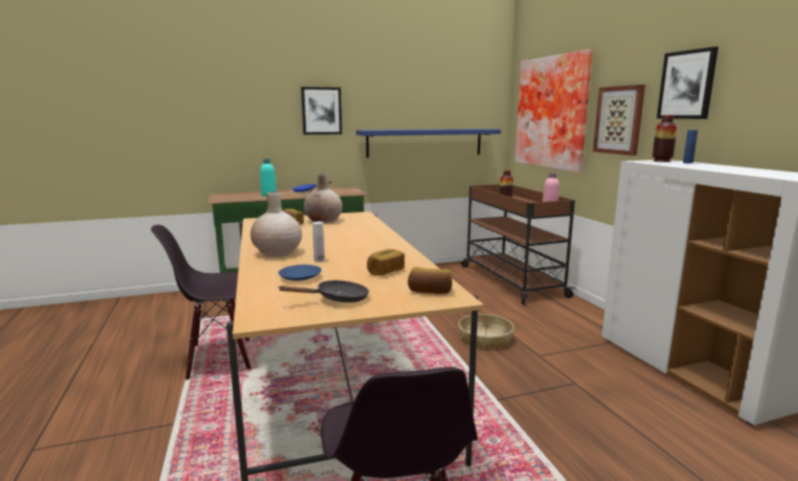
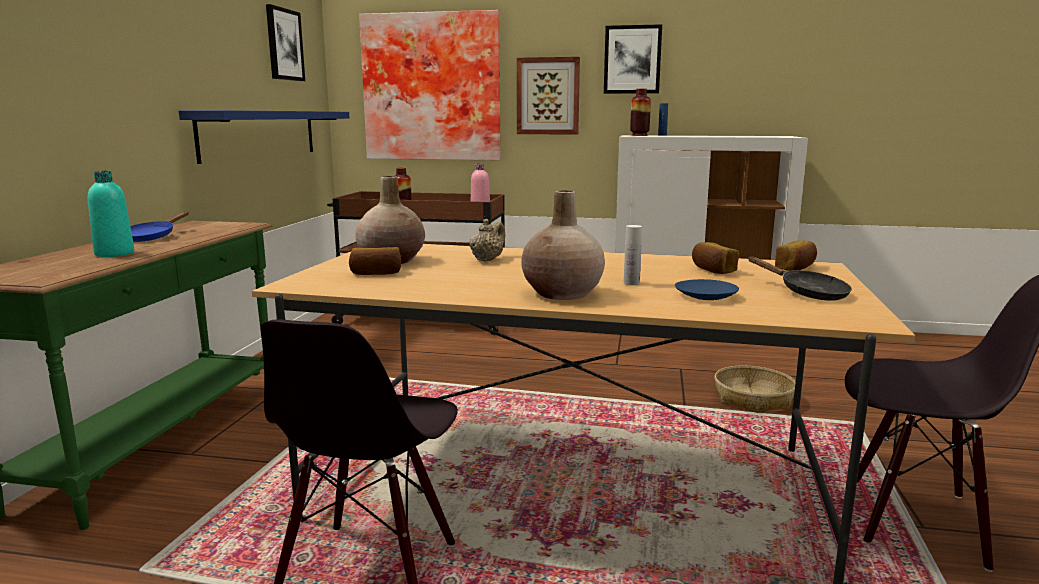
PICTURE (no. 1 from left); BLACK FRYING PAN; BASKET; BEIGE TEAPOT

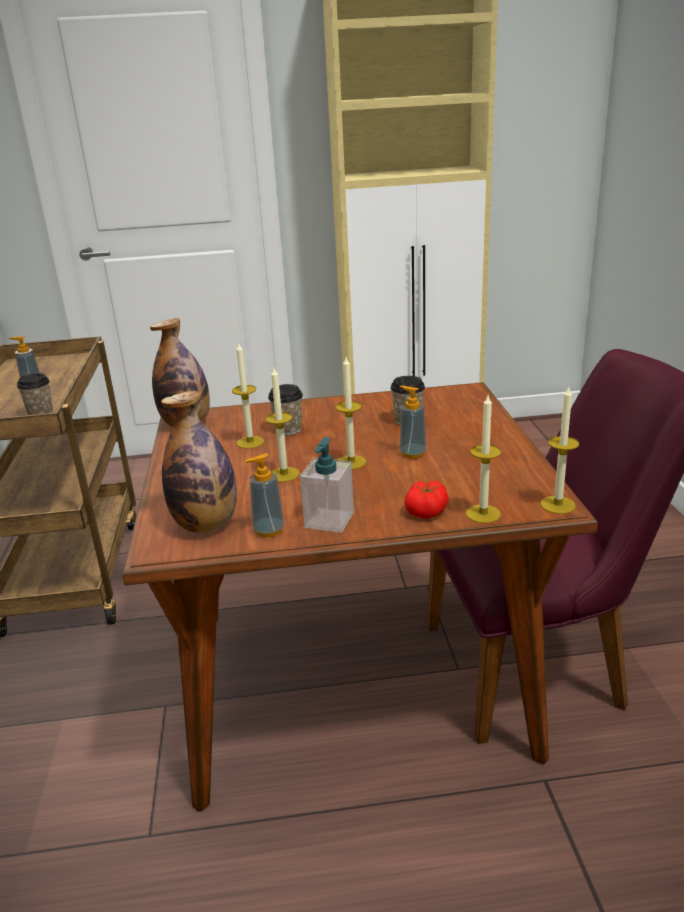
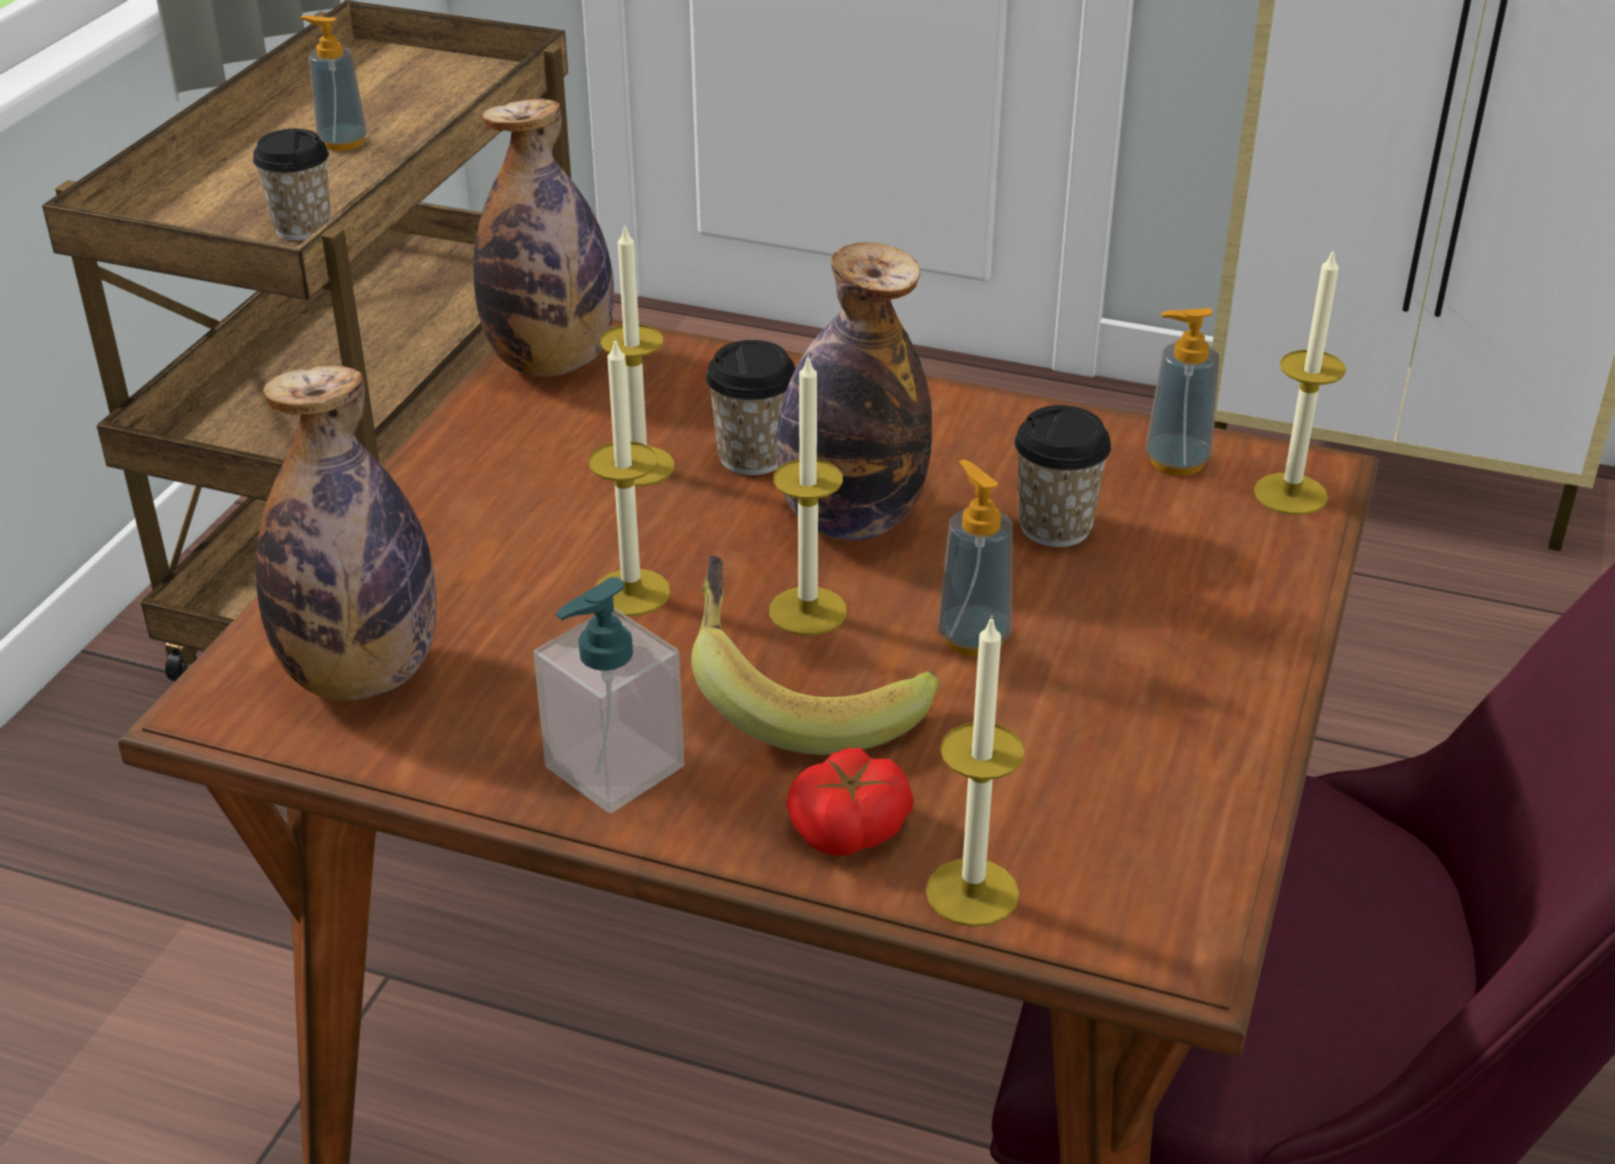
CANDLE (no. 5 from left); SOAP DISPENSER (no. 4 from left); BOTTLE (no. 3 from left); BANANA

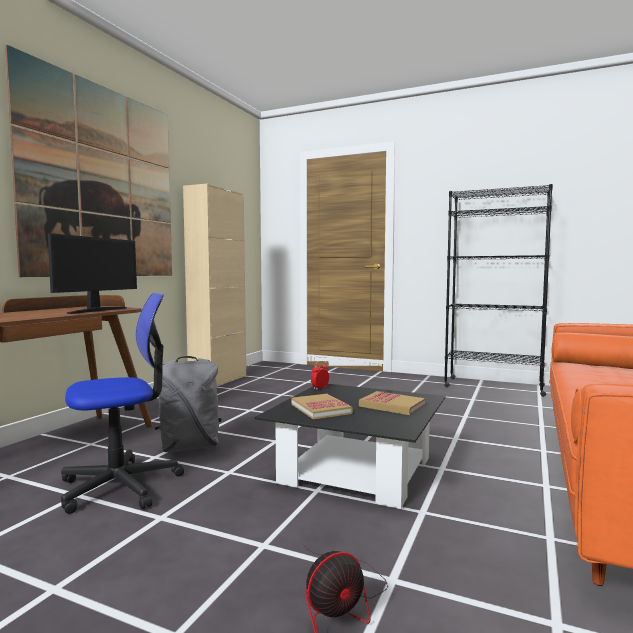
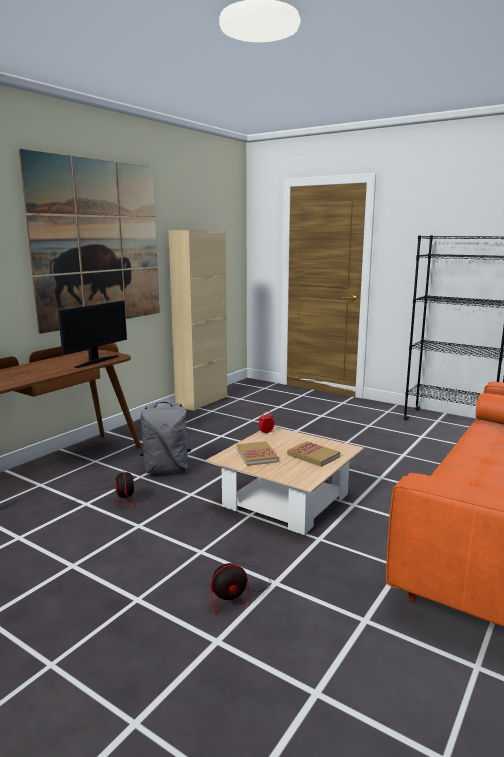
FAN (no. 1 from left); BEIGE COFFEE TABLE

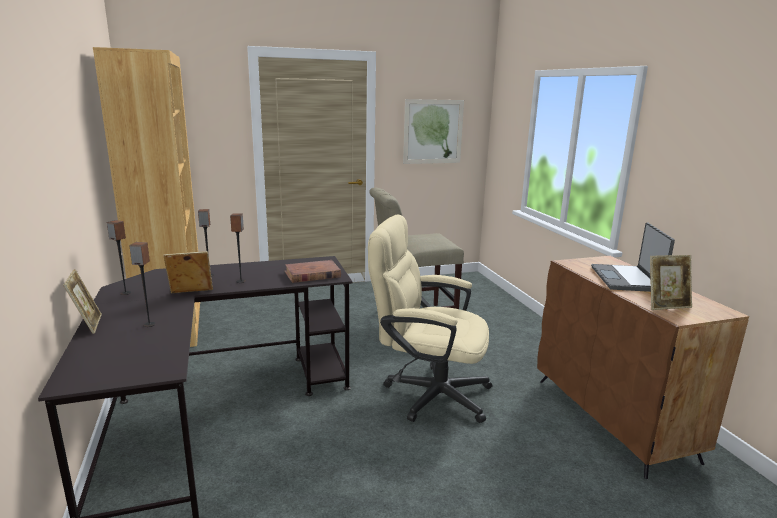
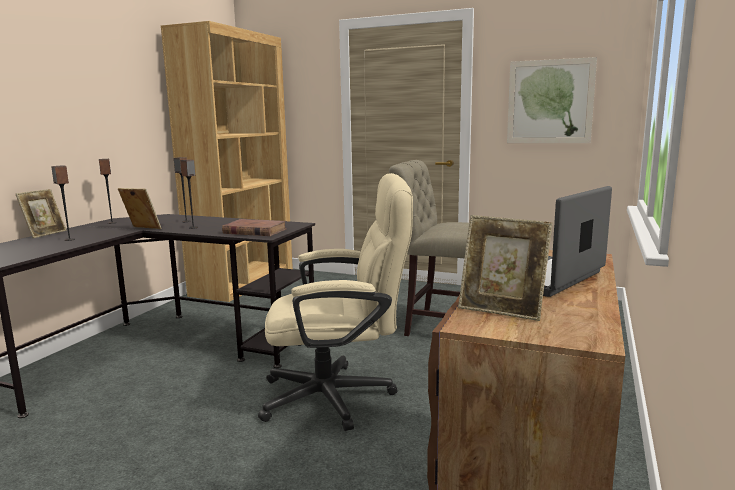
BEIGE OFFICE CHAIR

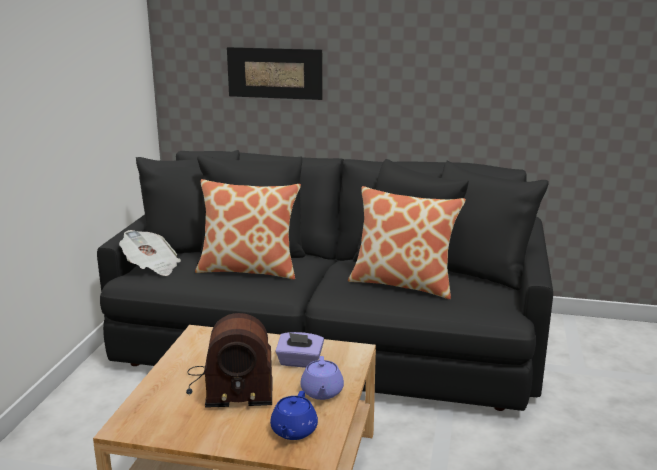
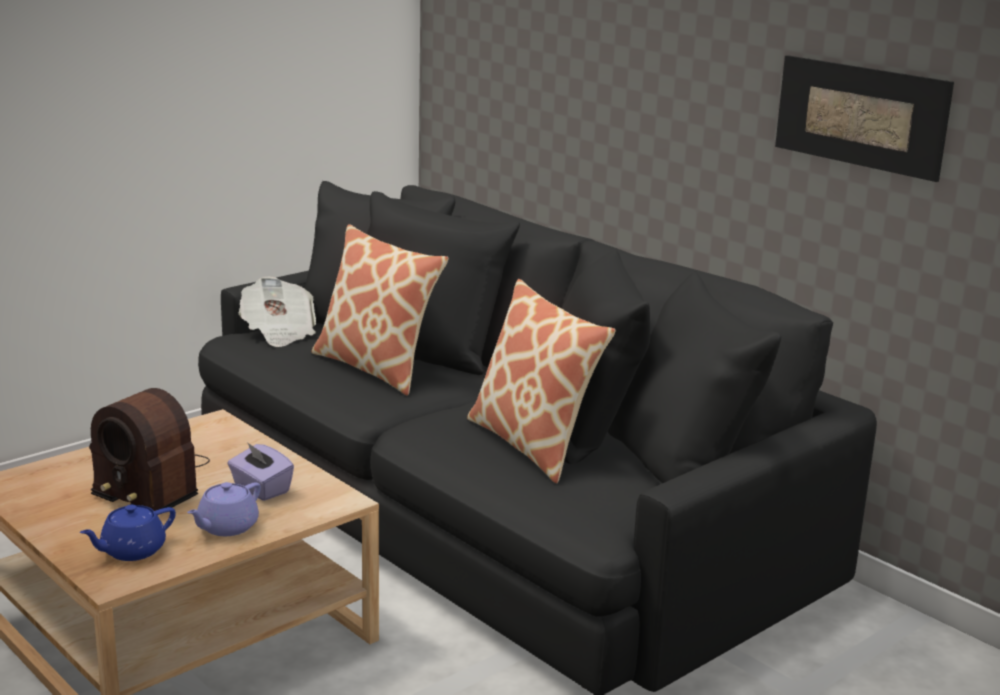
PICTURE

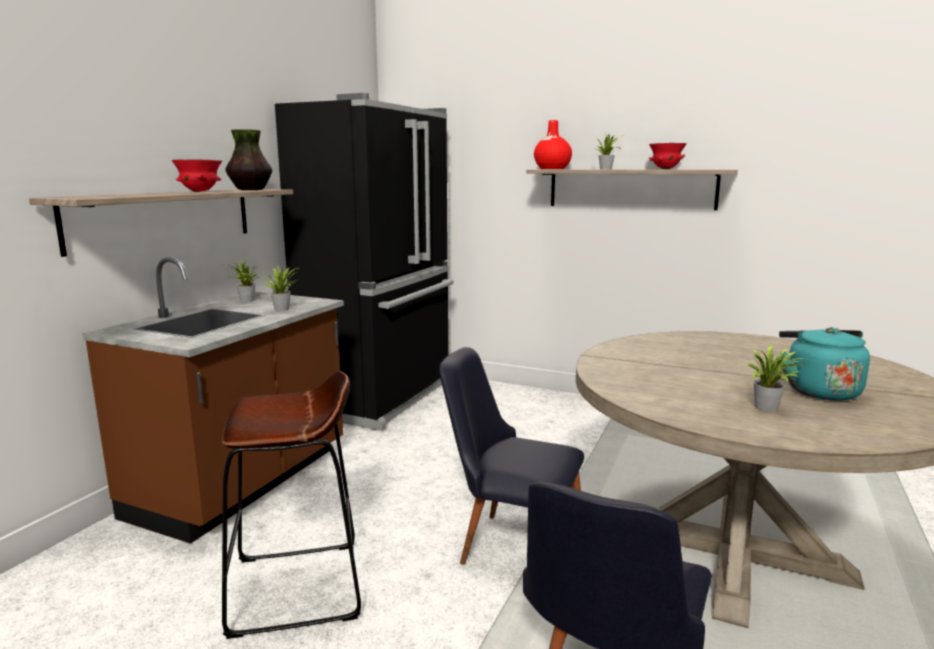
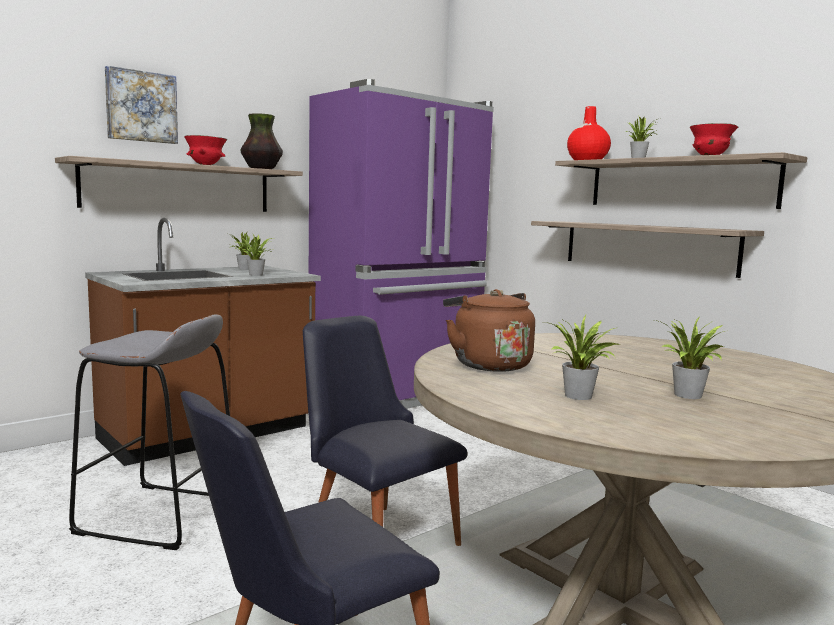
PURPLE FRIDGE; POTTED PLANT (no. 5 from left); GREY STOOL; PICTURE; SHELF (no. 2 from left); BROWN KETTLE

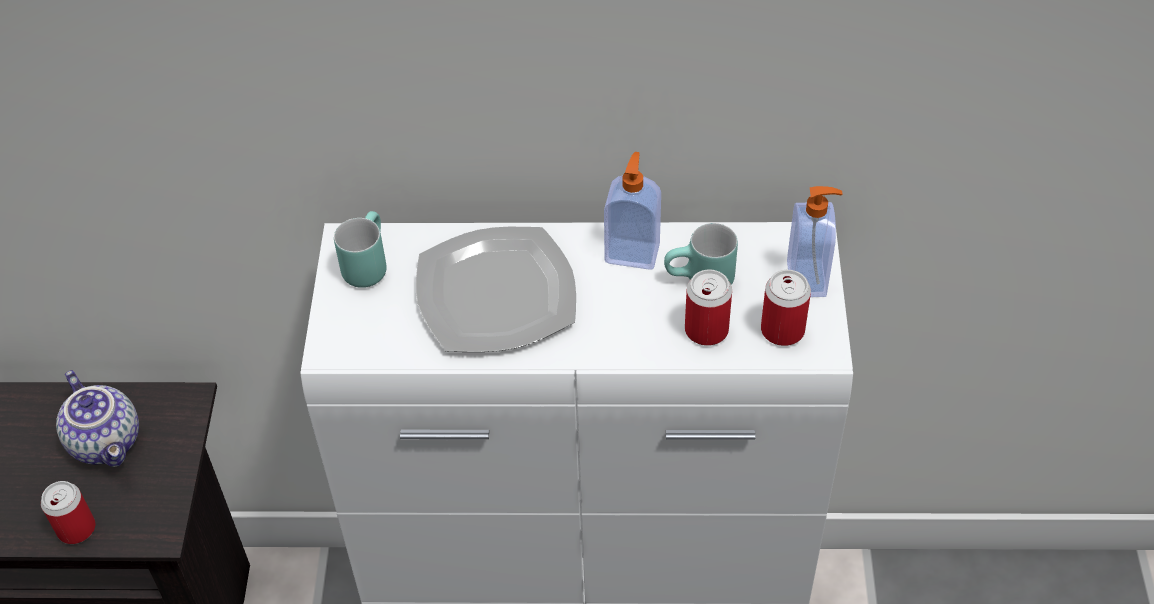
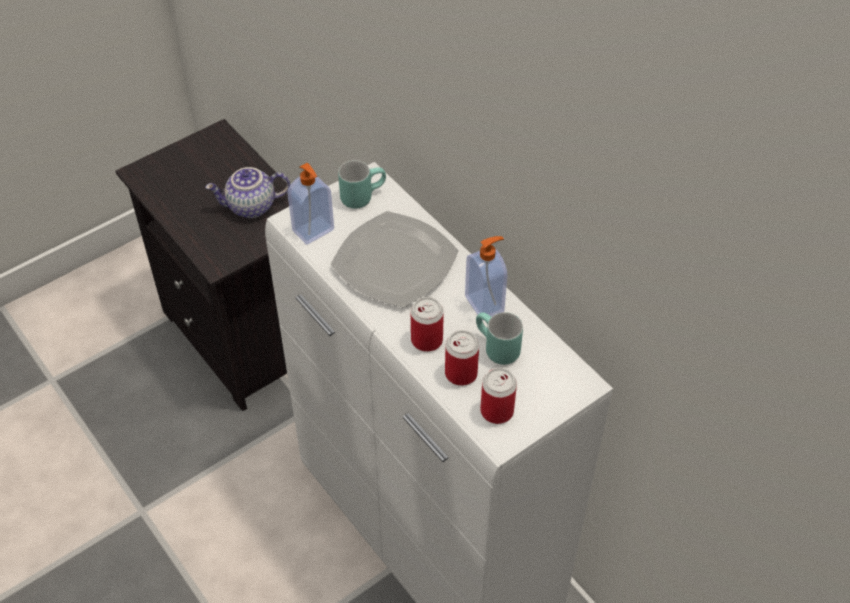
SOAP DISPENSER (no. 1 from left); TEAPOT; CAN (no. 1 from left)

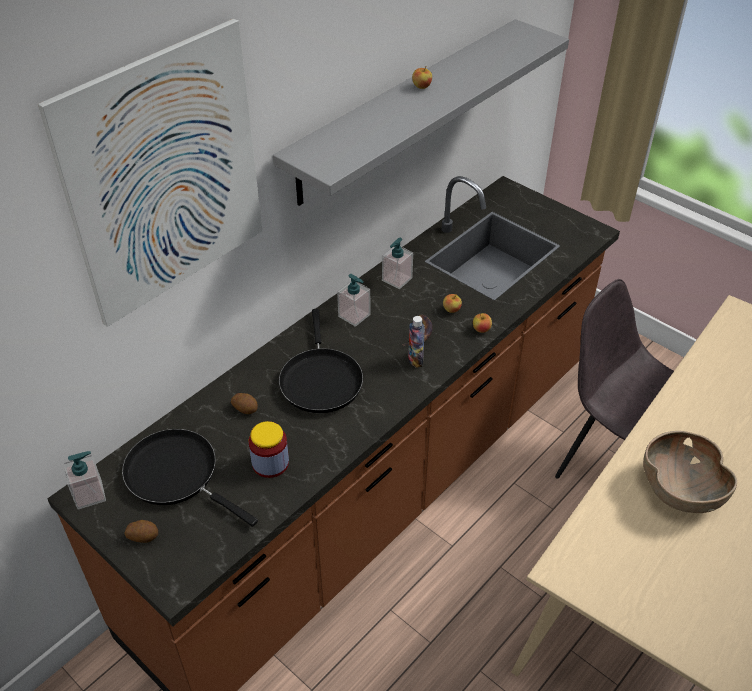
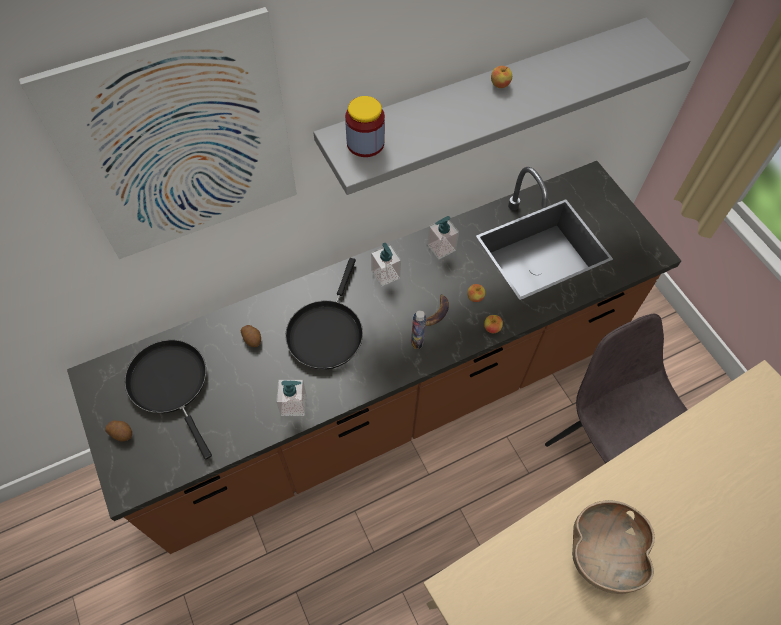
JAR; SOAP DISPENSER (no. 1 from left)

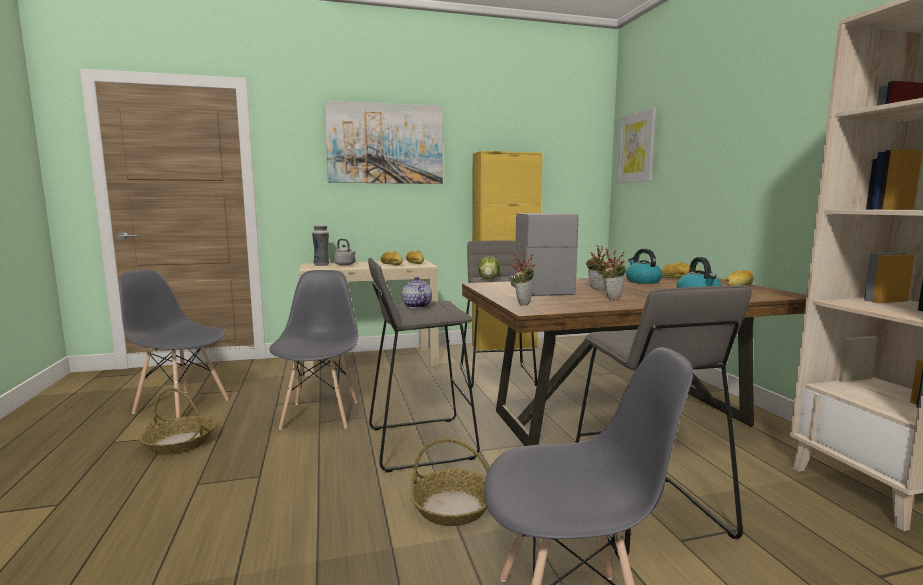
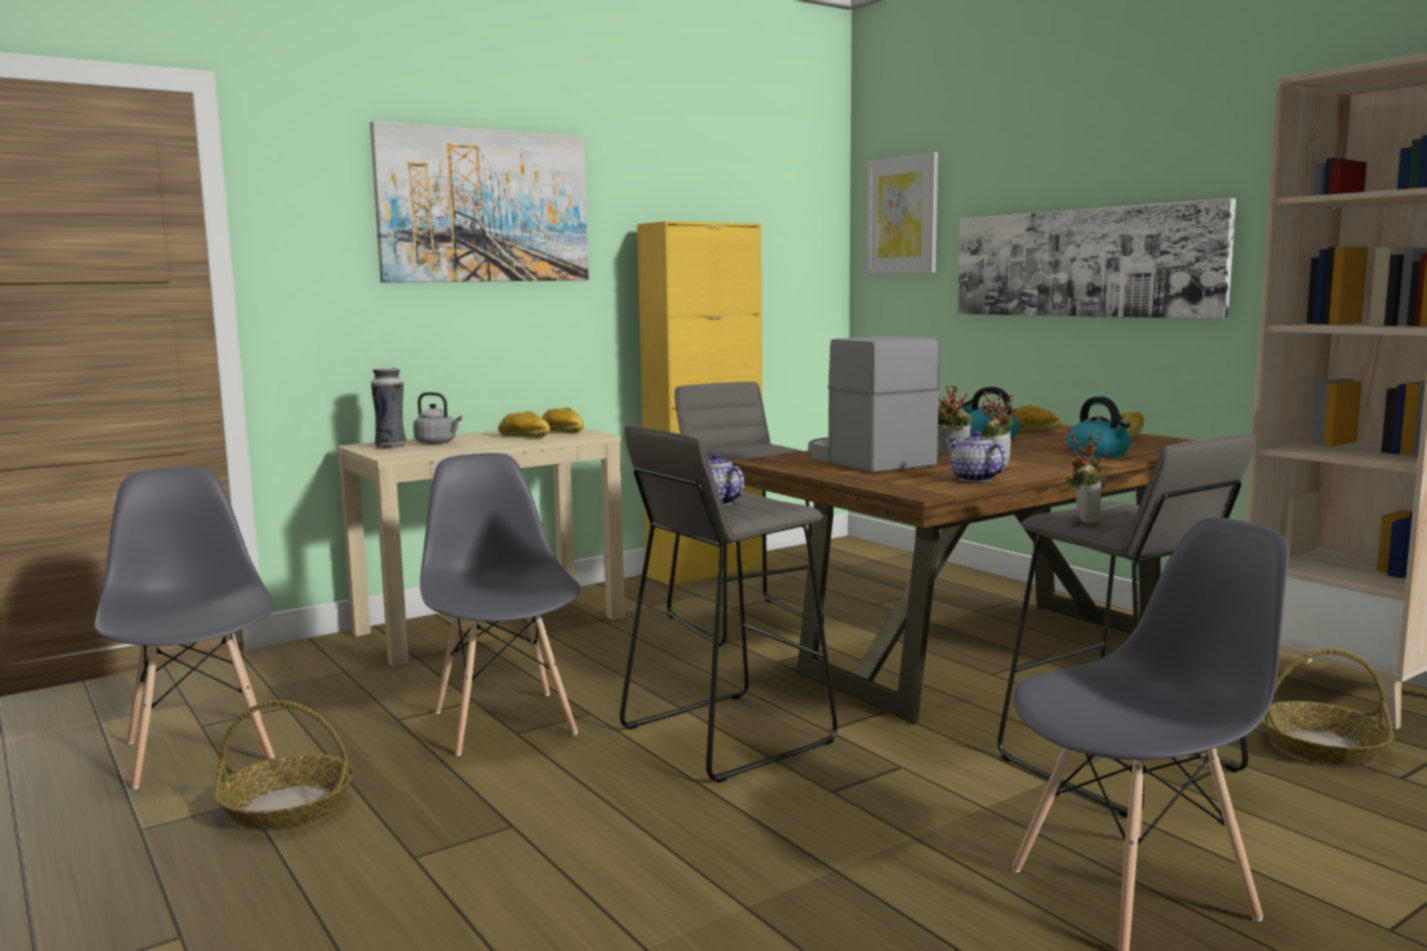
POTTED PLANT (no. 3 from left); LETTUCE; GREY CHAIR (no. 1 from left); BASKET (no. 2 from left); PICTURE (no. 3 from left); TEAPOT (no. 2 from left)

